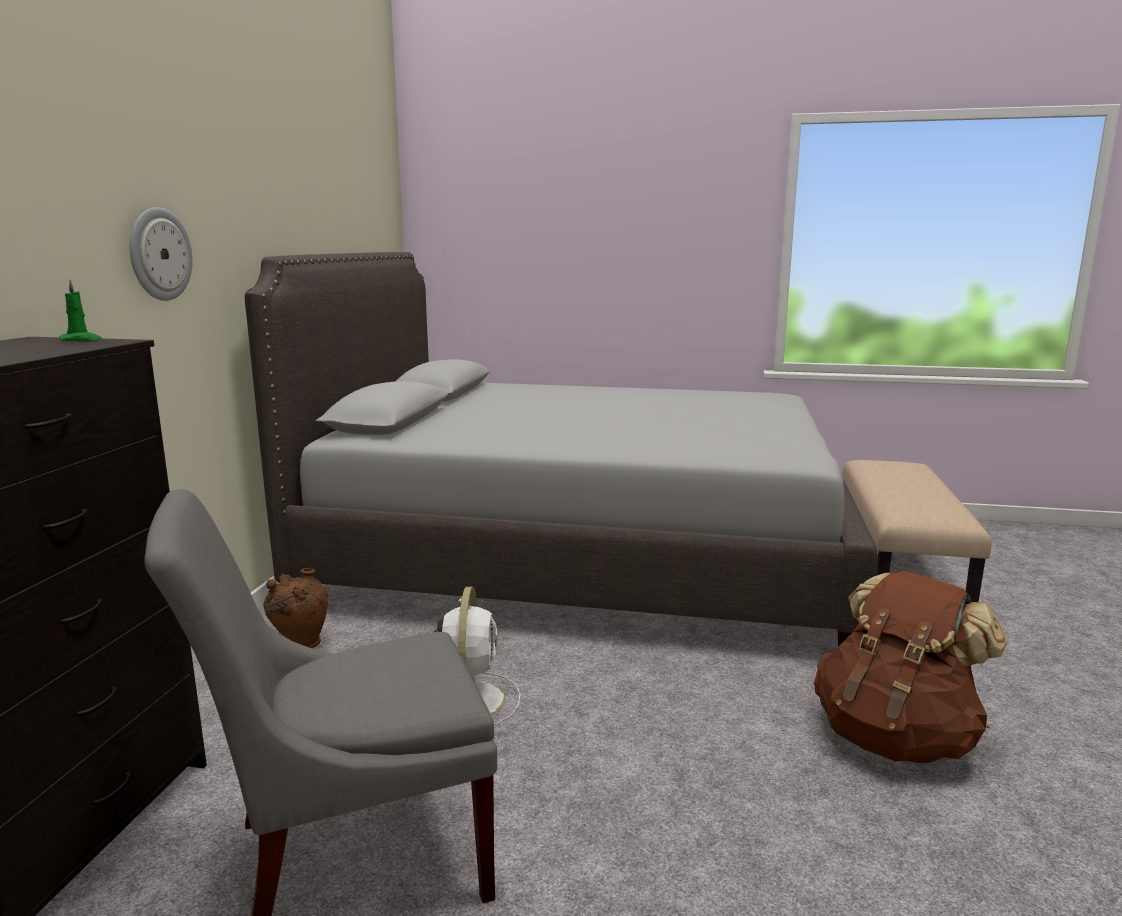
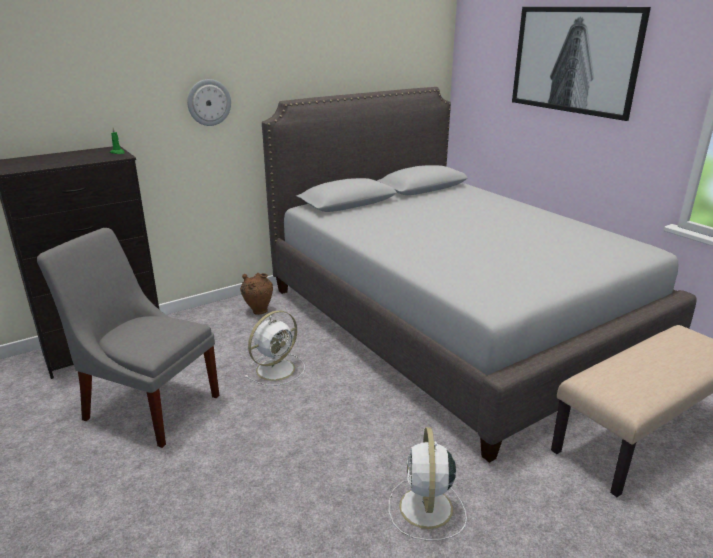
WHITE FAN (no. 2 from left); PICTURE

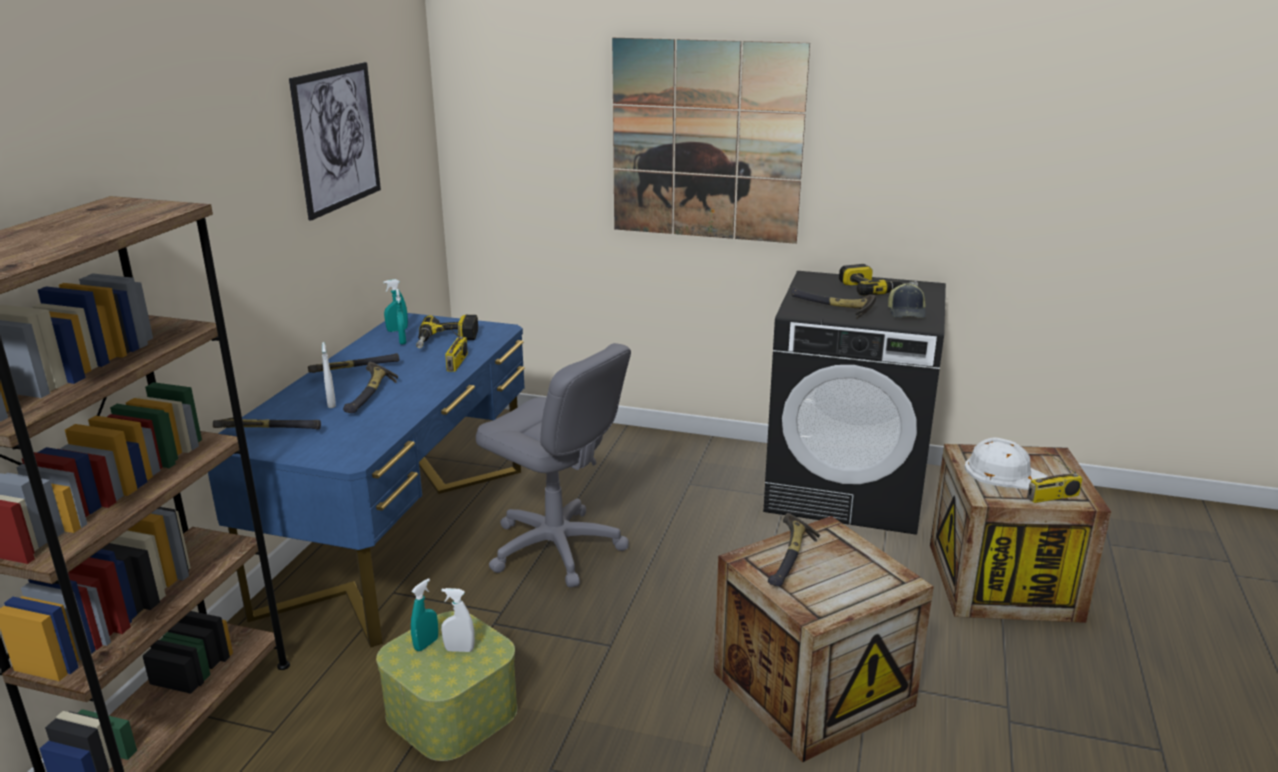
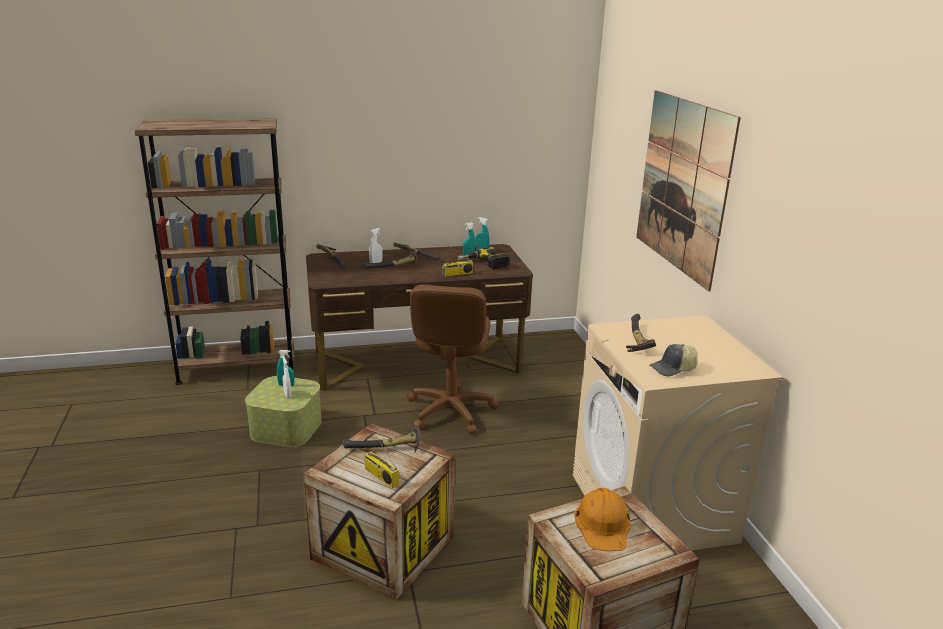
PICTURE (no. 1 from left in the first image); POWER DRILL (no. 2 from left in the first image); BEIGE WASHING MACHINE; BROWN DESK; BROWN OFFICE CHAIR; ORANGE HARD HAT; RADIO (no. 1 from left)

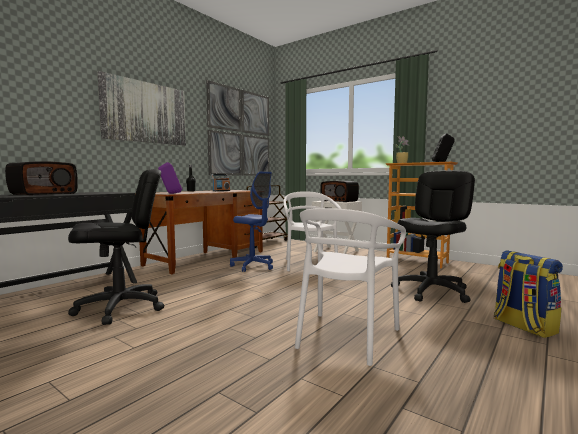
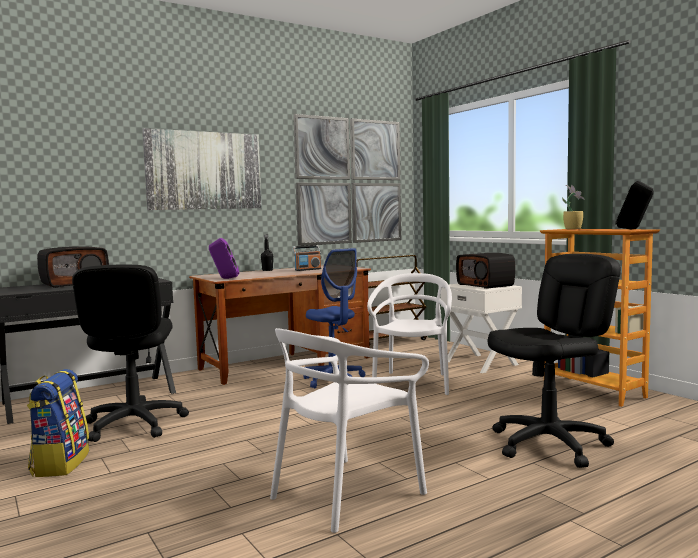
BLACK OFFICE CHAIR (no. 1 from left); BACKPACK

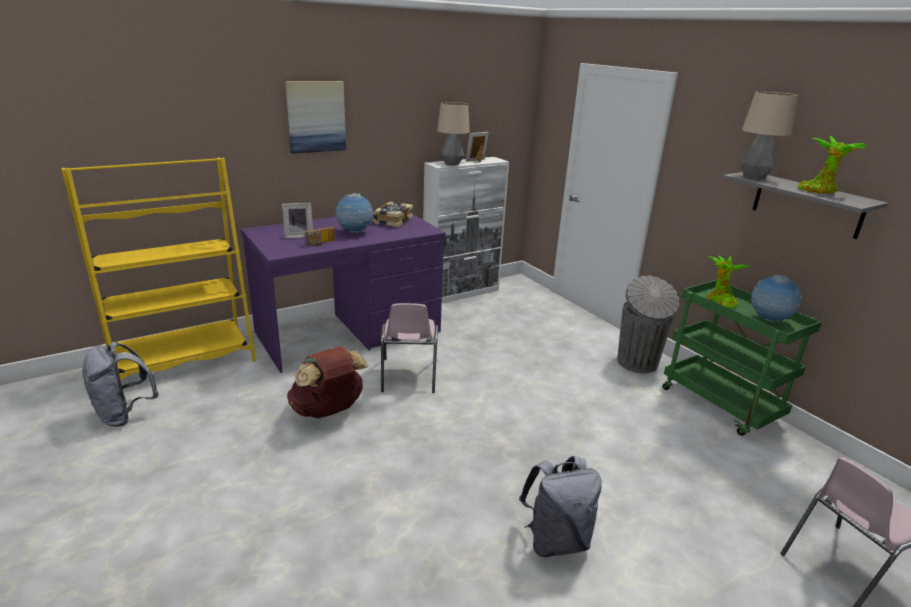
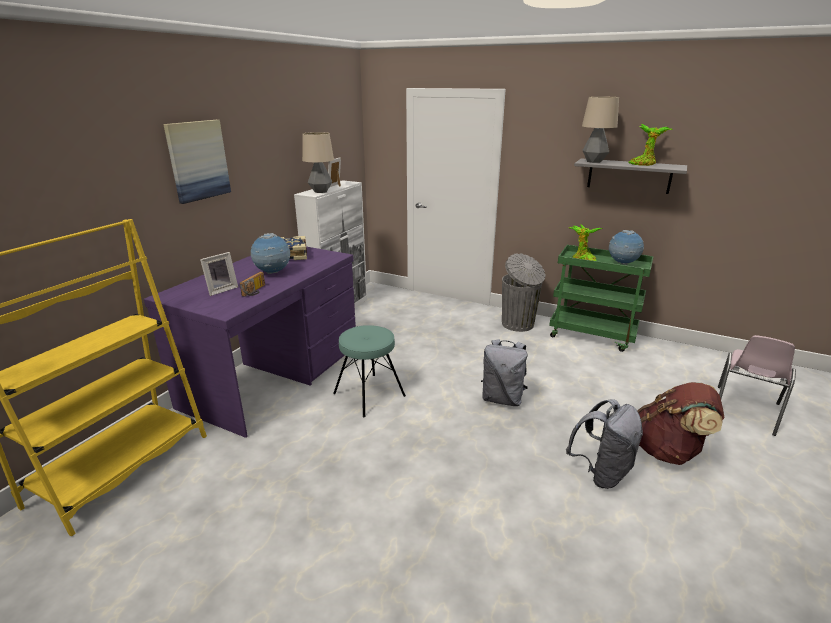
TURQUOISE STOOL; GREY BACKPACK (no. 1 from left); BROWN BACKPACK

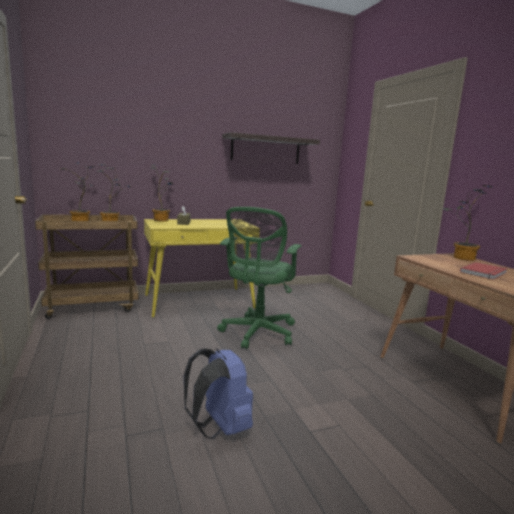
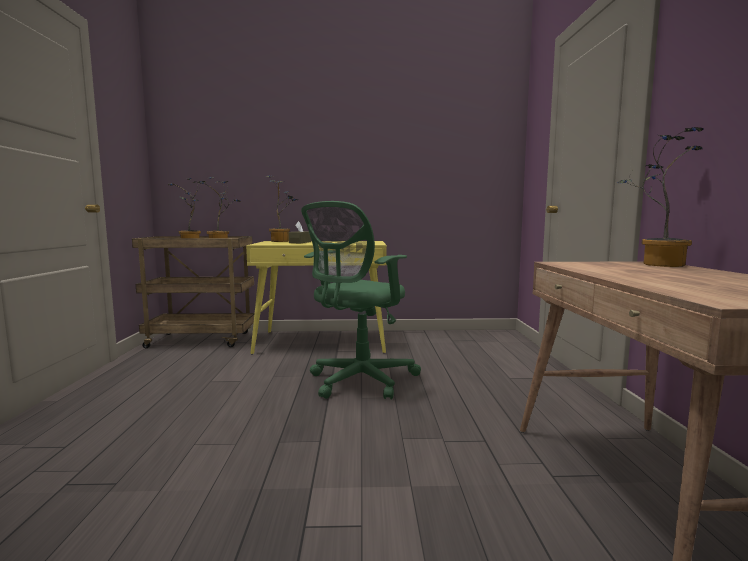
SHELF; RED BOOK; BLUE BACKPACK

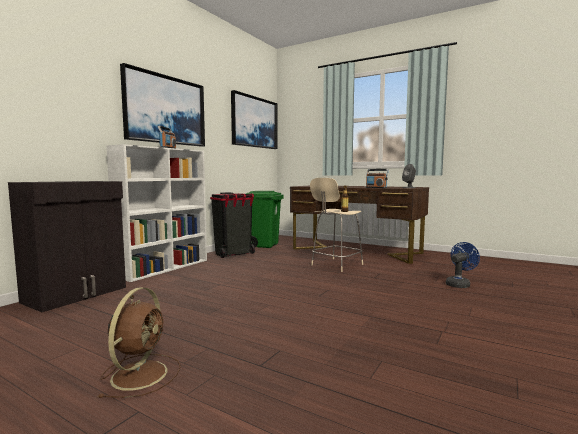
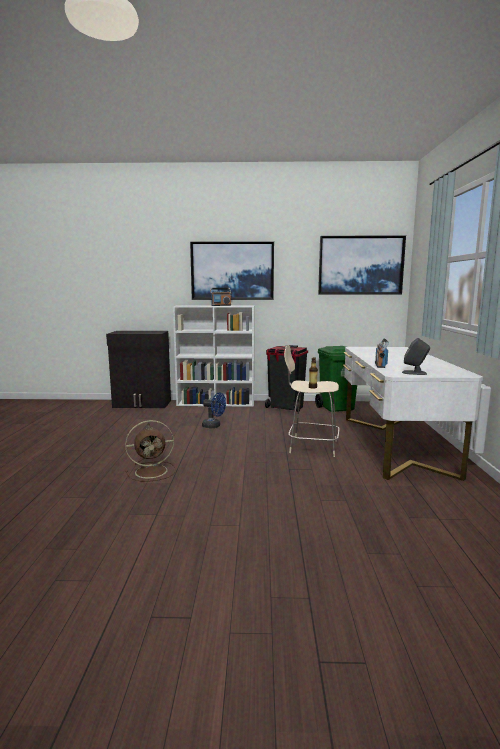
WHITE DESK; BLUE FAN; BROWN FAN

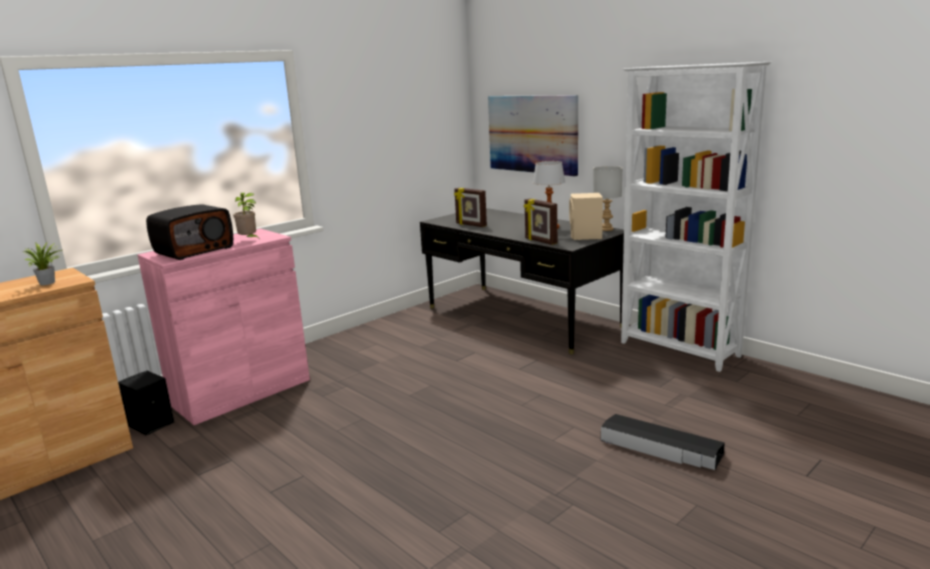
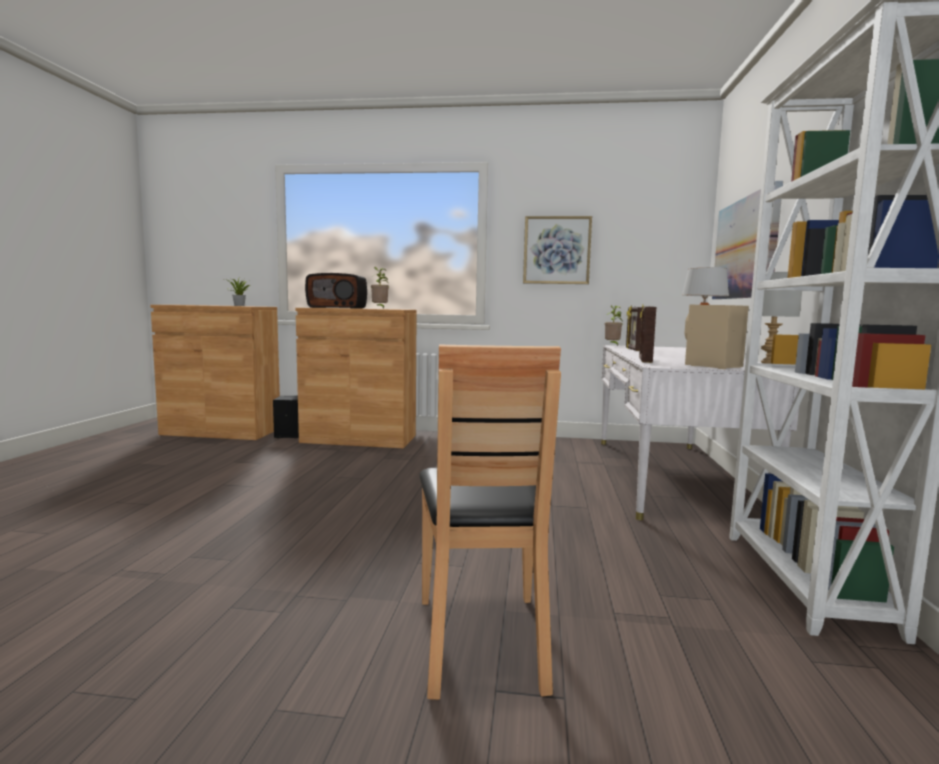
WHITE DESK; BROWN CABINET (no. 2 from left); BROWN CHAIR; PICTURE (no. 1 from left); POTTED PLANT (no. 3 from left)

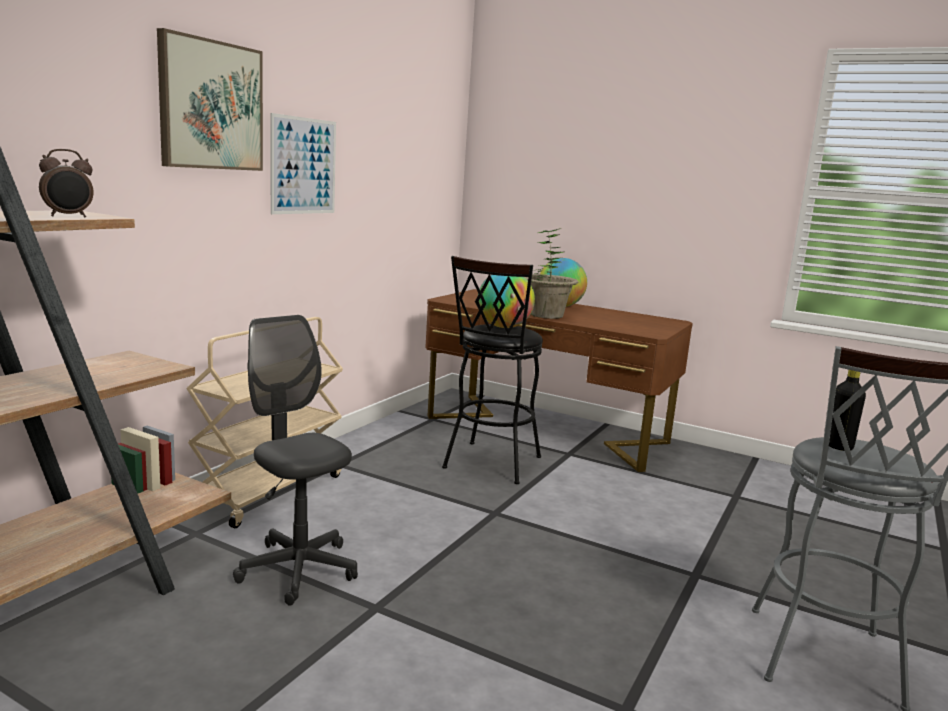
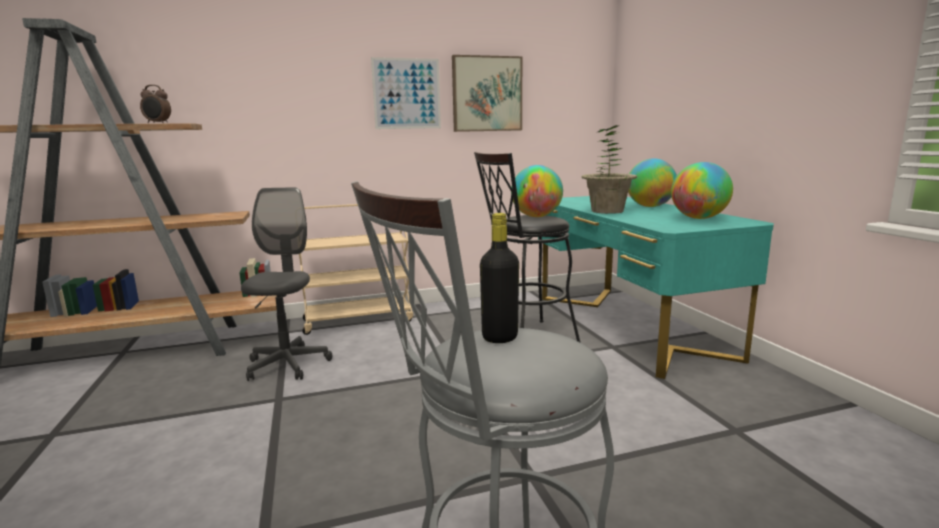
PICTURE (no. 2 from left); TURQUOISE DESK; GLOBE (no. 3 from left)

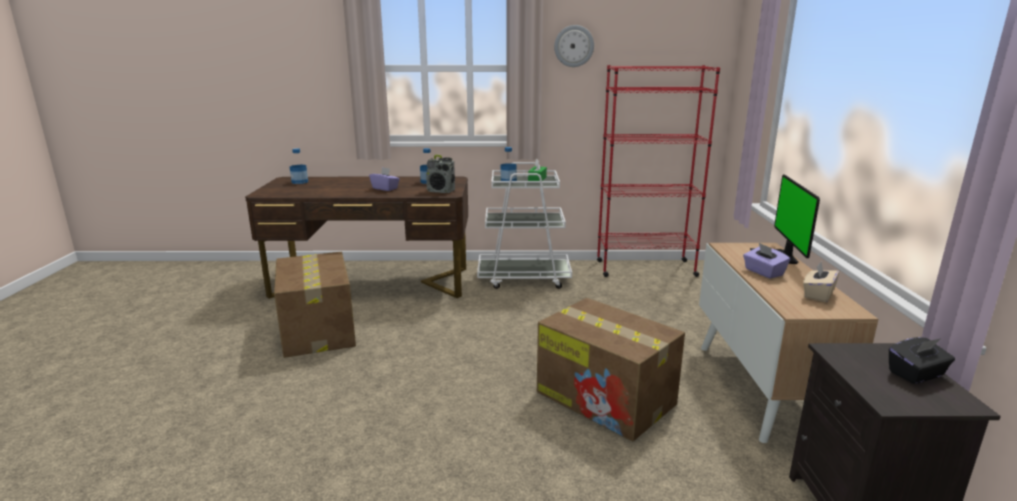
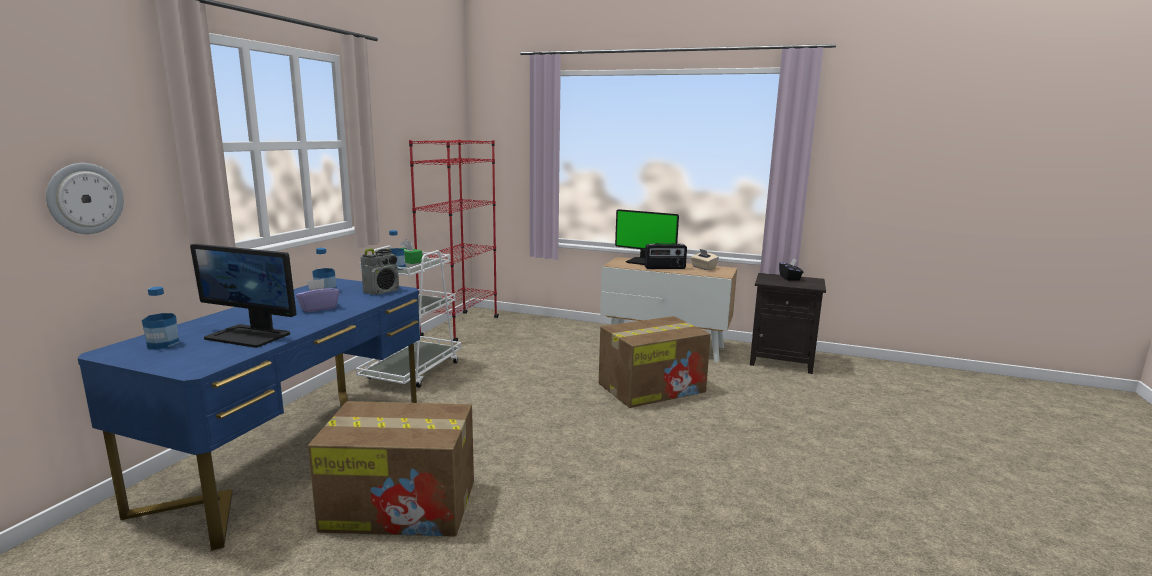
WALL CLOCK; BLUE DESK; RADIO (no. 2 from left); MONITOR (no. 1 from left)

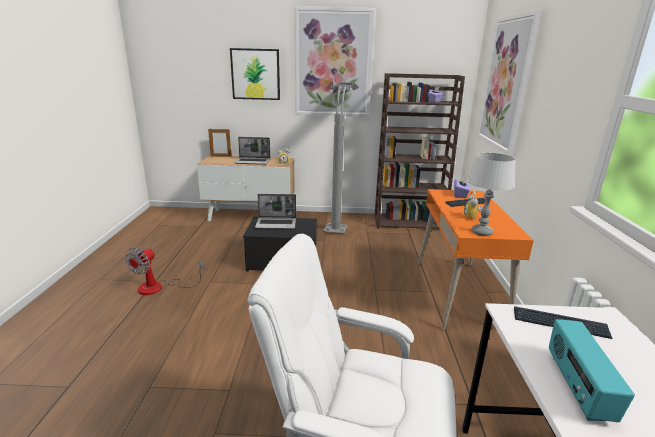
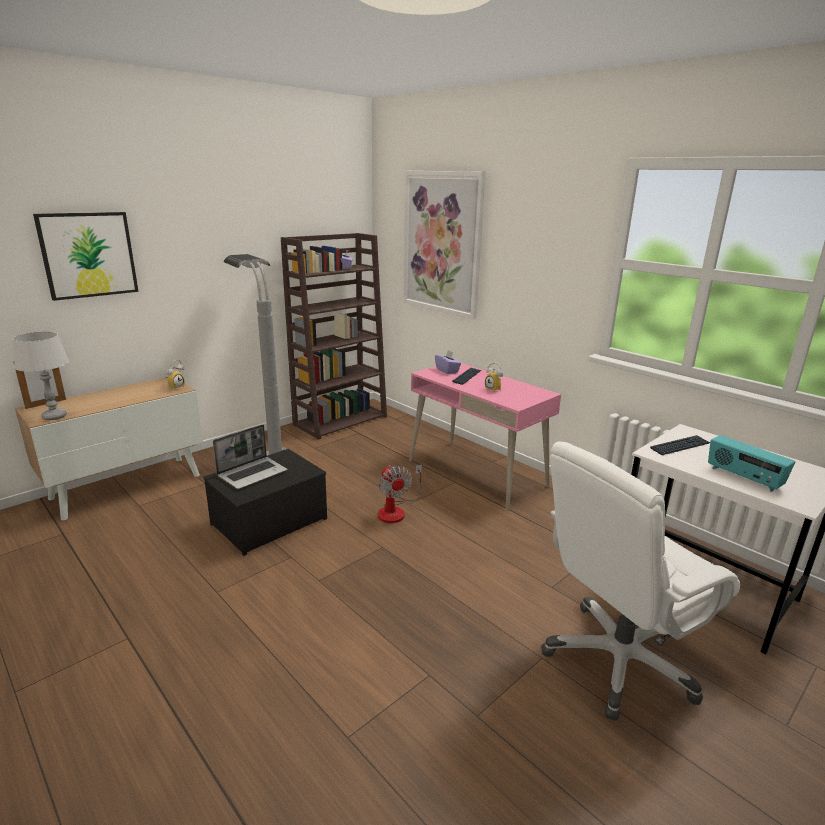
PICTURE (no. 2 from left in the first image); LAPTOP (no. 1 from left in the first image); GREY TABLE LAMP; PINK DESK; FAN

